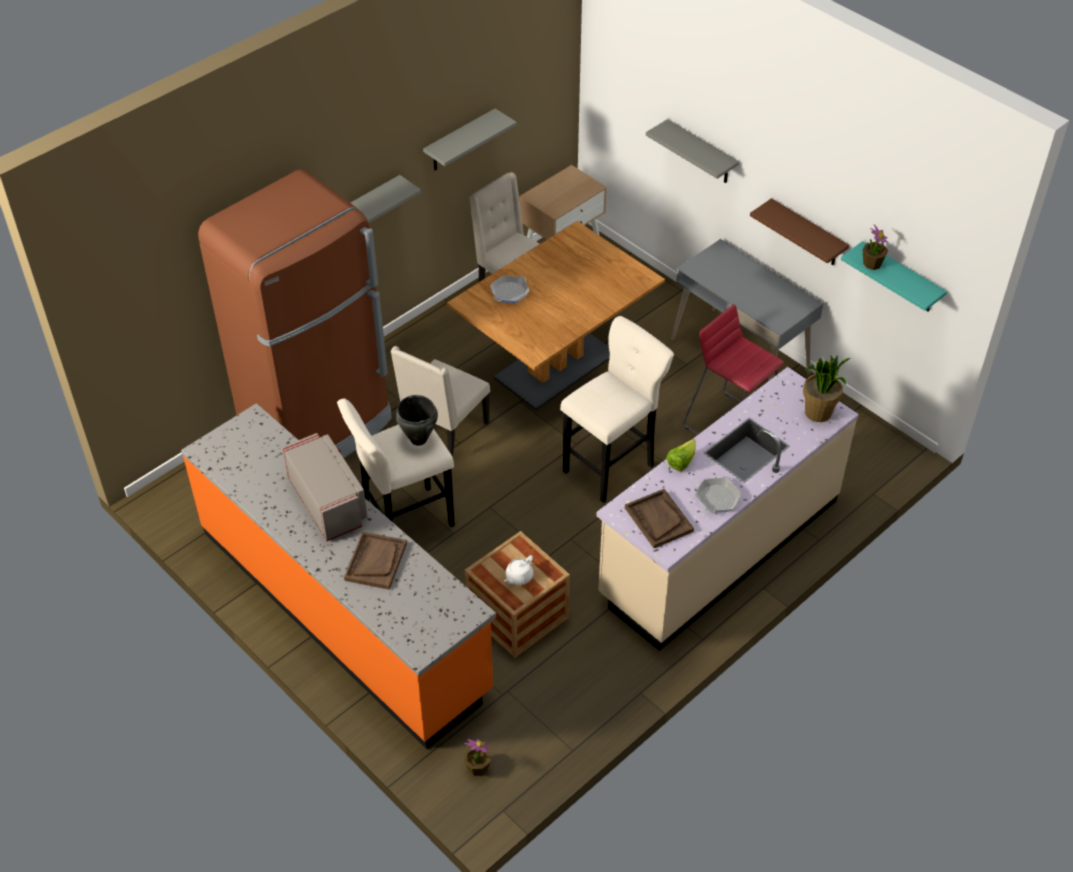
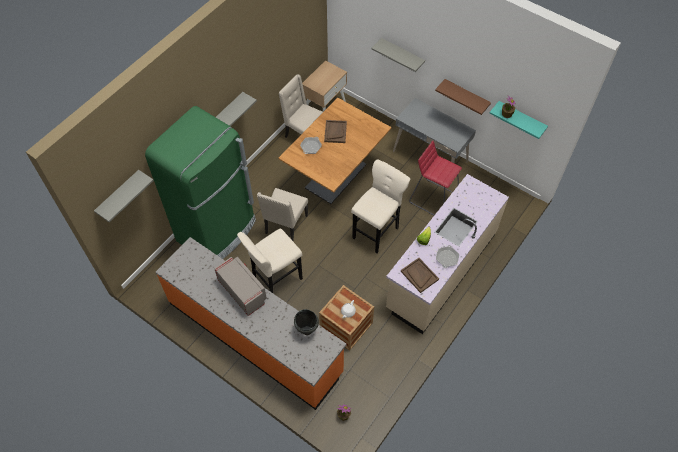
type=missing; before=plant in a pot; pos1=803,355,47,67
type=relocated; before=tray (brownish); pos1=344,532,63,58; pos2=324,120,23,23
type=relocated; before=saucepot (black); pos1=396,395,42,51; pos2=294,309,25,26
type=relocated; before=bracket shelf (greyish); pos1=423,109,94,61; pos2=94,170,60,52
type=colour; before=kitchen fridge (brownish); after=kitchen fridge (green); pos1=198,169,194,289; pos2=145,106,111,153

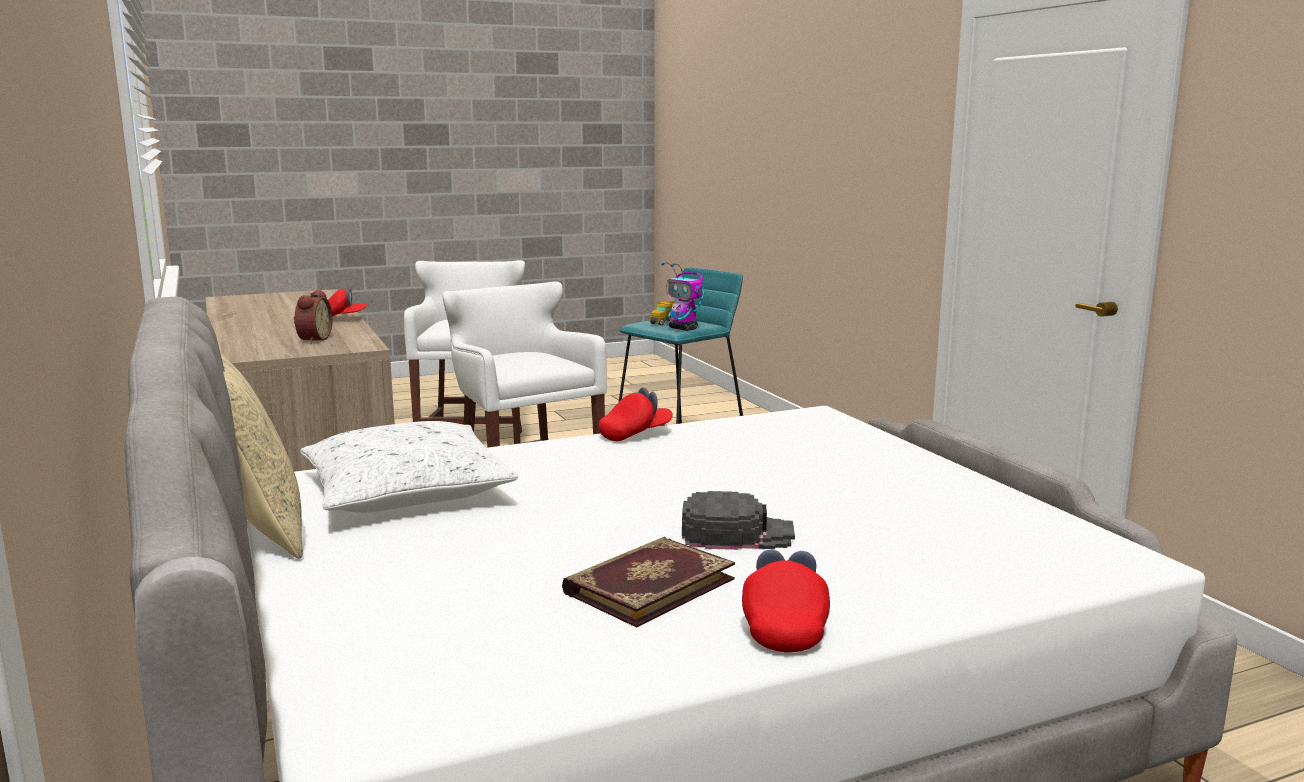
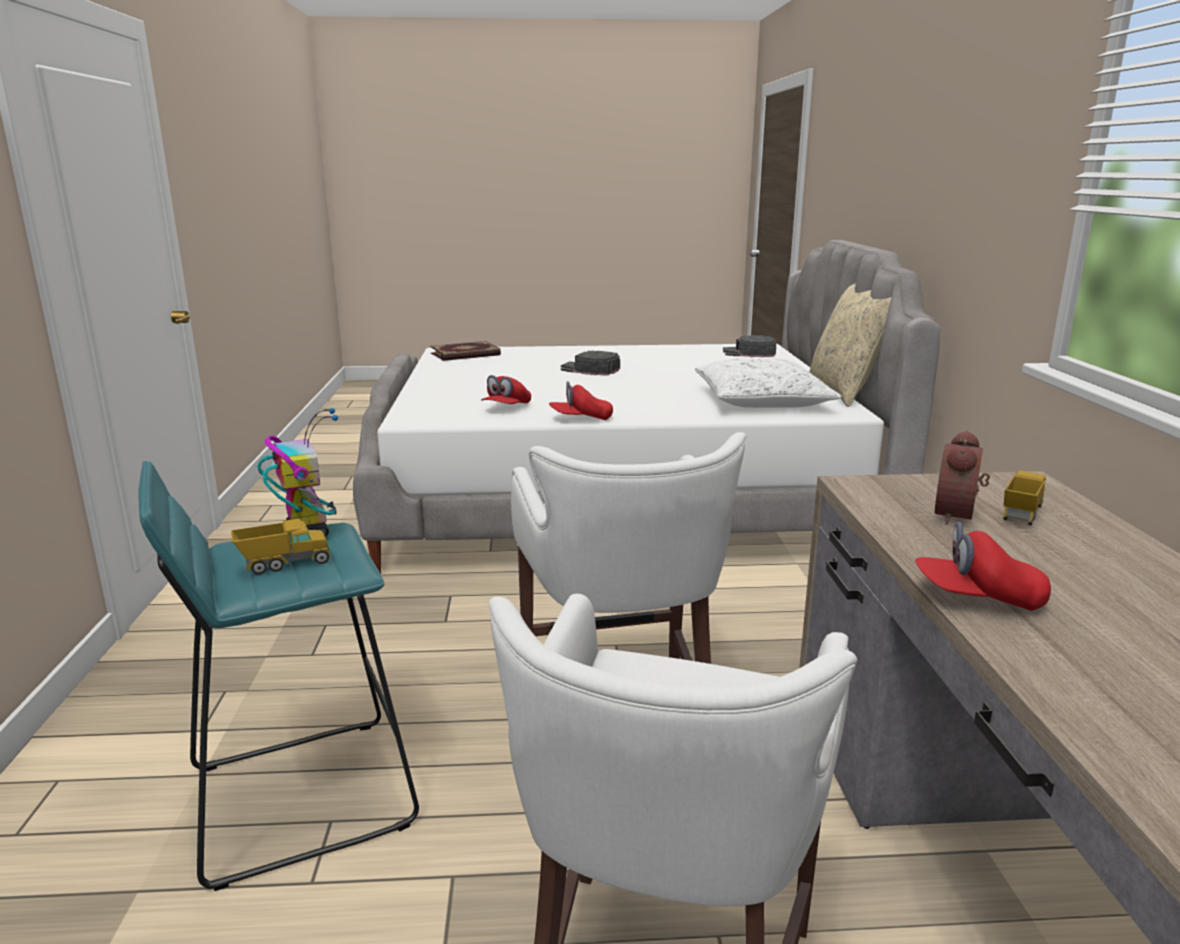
type=appeared; after=baseball cap (black); pos2=723,336,53,21
type=appeared; after=model truck; pos2=1003,470,43,55
type=relocated; before=book; pos1=562,537,173,91; pos2=430,341,71,20
type=relocated; before=baseball cap (red); pos1=742,550,88,103; pos2=481,375,50,29

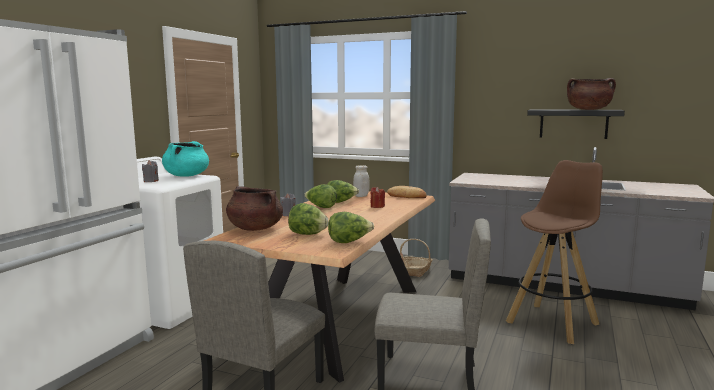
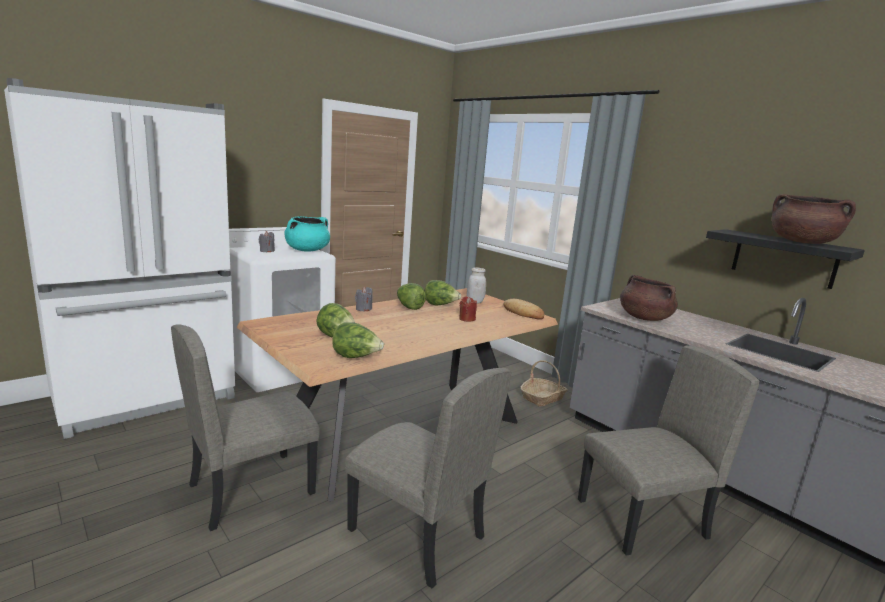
type=relocated; before=saucepot (brownish); pos1=226,186,57,45; pos2=620,275,58,46
type=exchanged; before=sitting stool (brownish); after=chair (sand-coloured); pos1=506,160,97,184; pos2=578,346,182,210

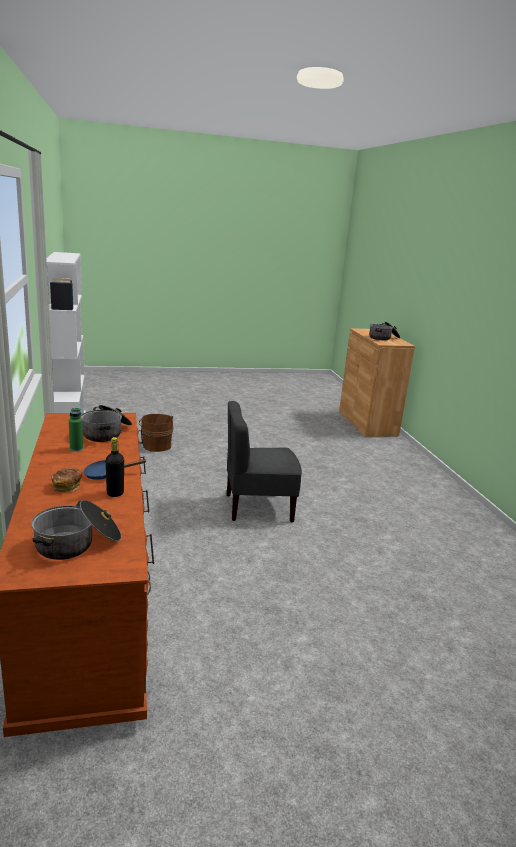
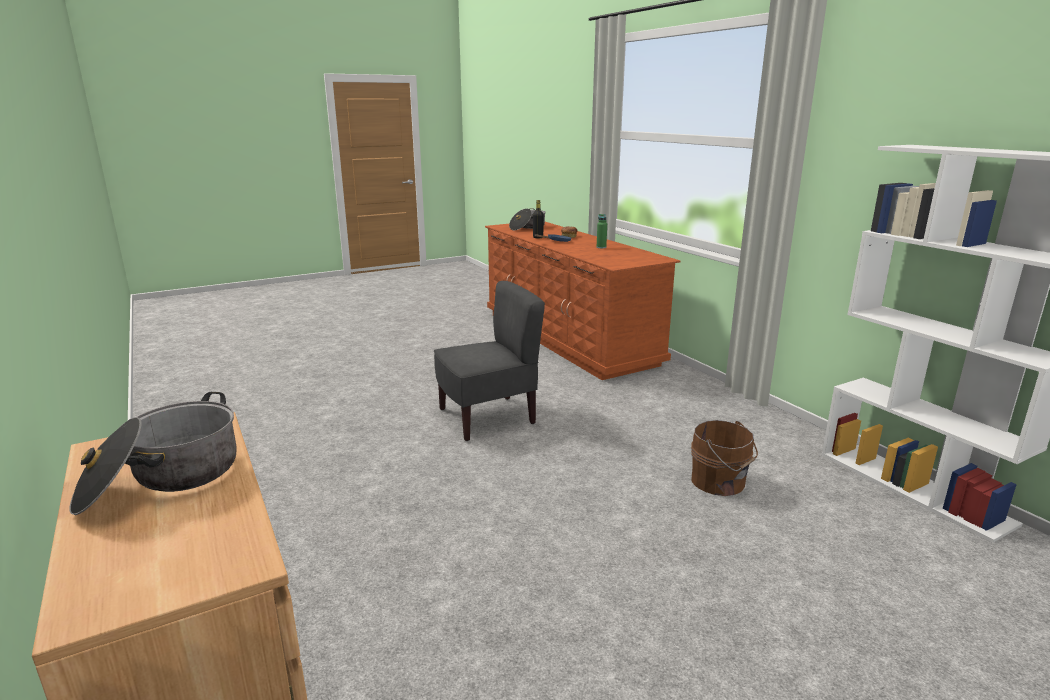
type=missing; before=saucepot; pos1=81,405,51,37

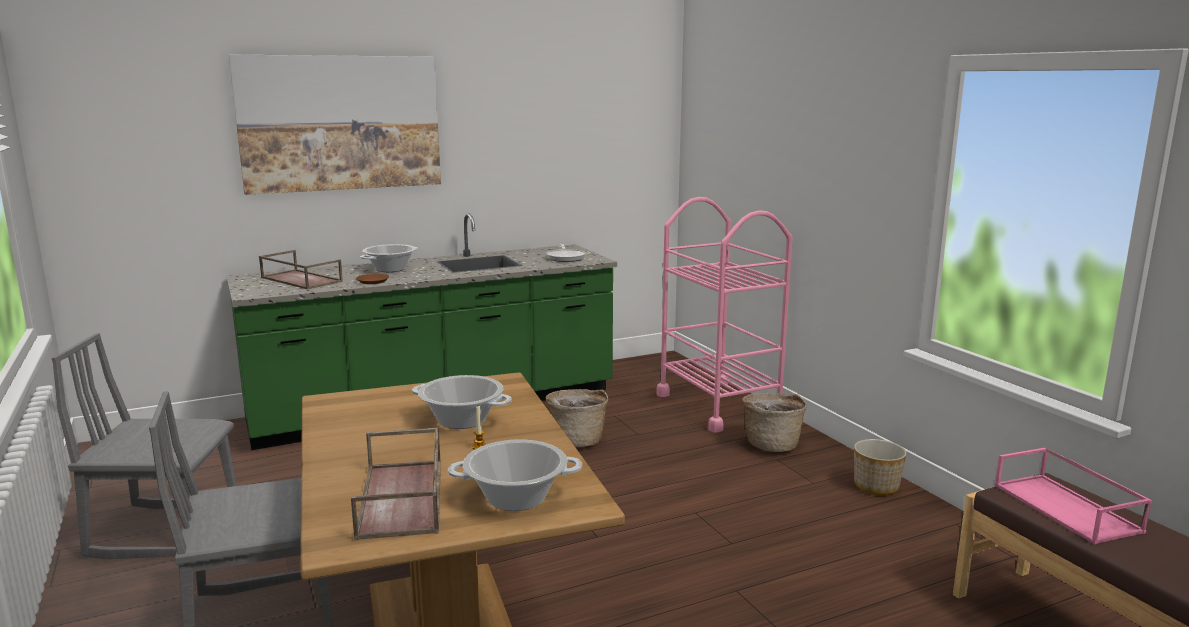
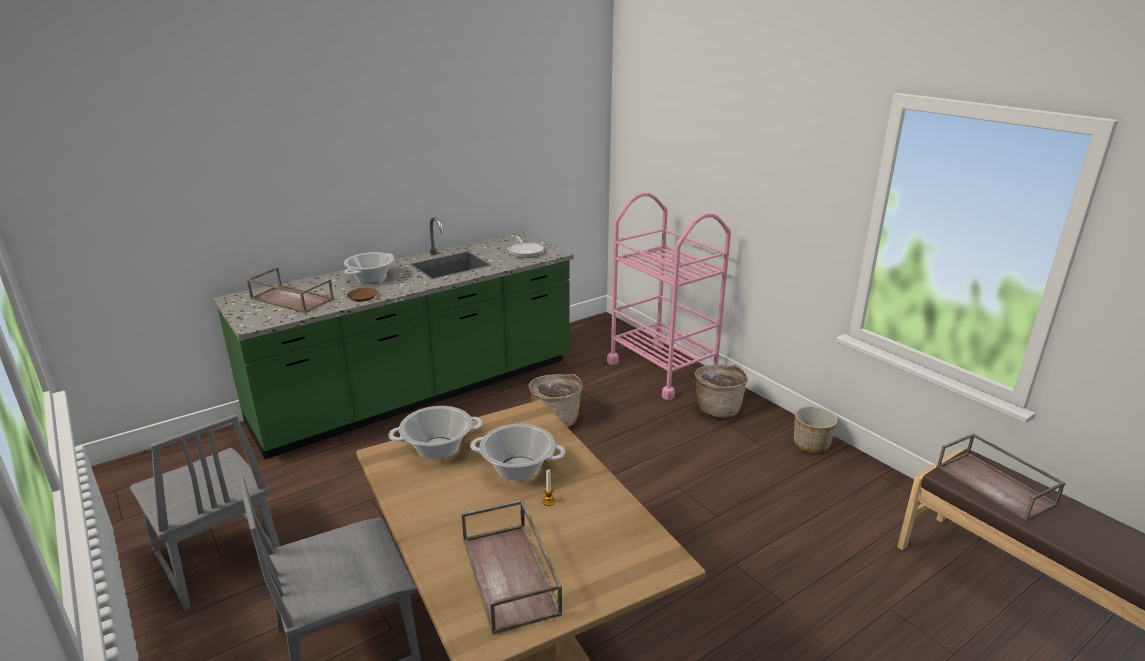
type=missing; before=wall picture; pos1=229,55,212,140
type=relocated; before=saucepot; pos1=448,440,134,71; pos2=388,406,95,53
type=colour; before=tray (pinkish); after=tray (brownish); pos1=995,447,157,97; pos2=936,433,130,89
type=spun; before=chair (greyish); pos1=52,333,184,226; pos2=130,414,150,196; turn=-120

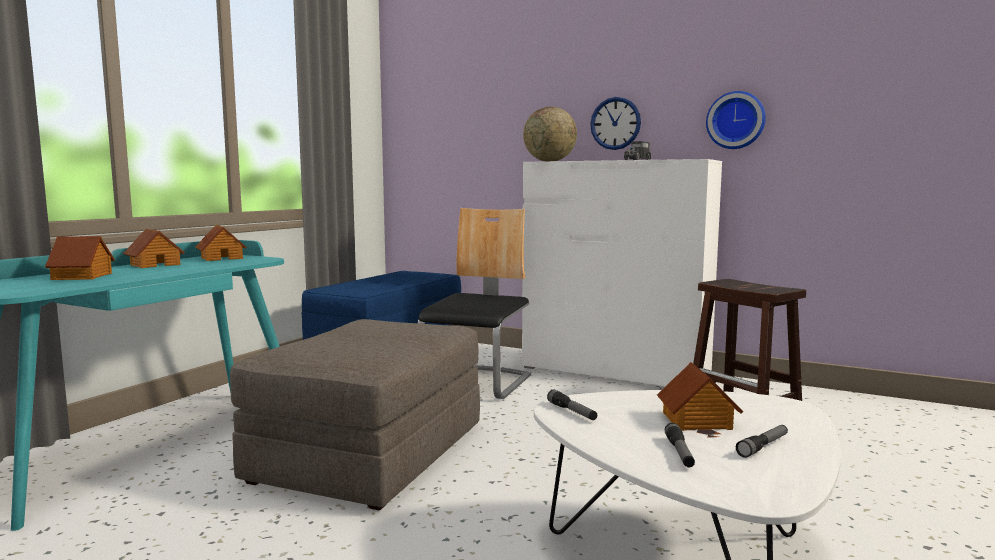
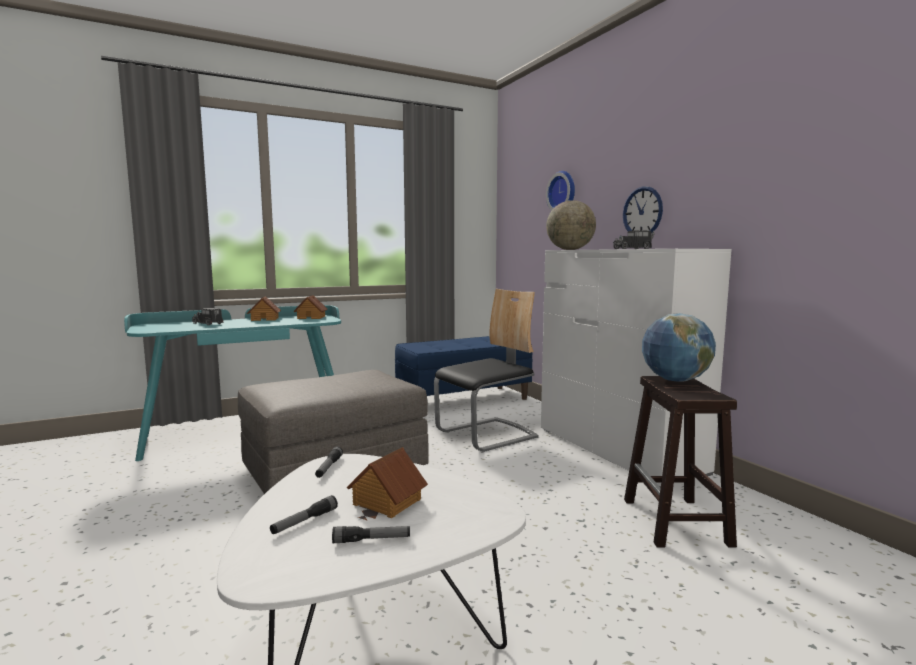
type=appeared; after=world globe; pos2=642,313,74,69
type=relocated; before=hanging clock; pos1=706,91,60,58; pos2=546,171,29,39
type=exchanged; before=toy house; after=model truck; pos1=45,236,70,44; pos2=192,308,31,17

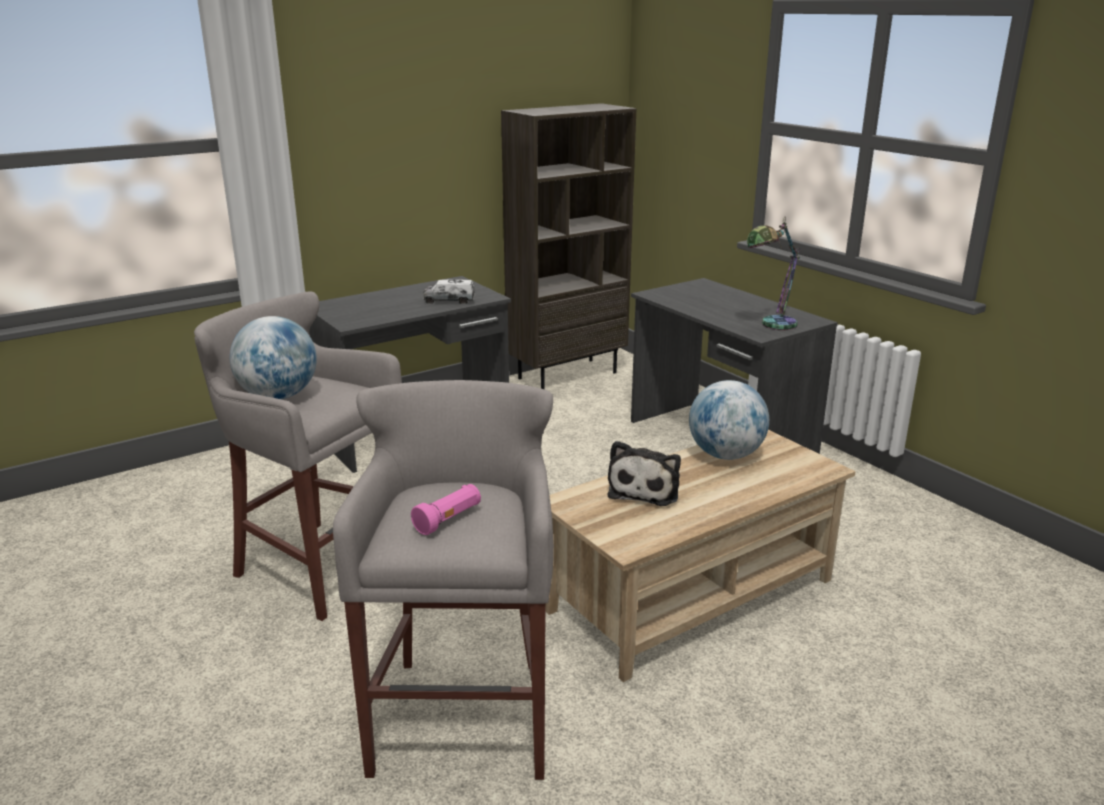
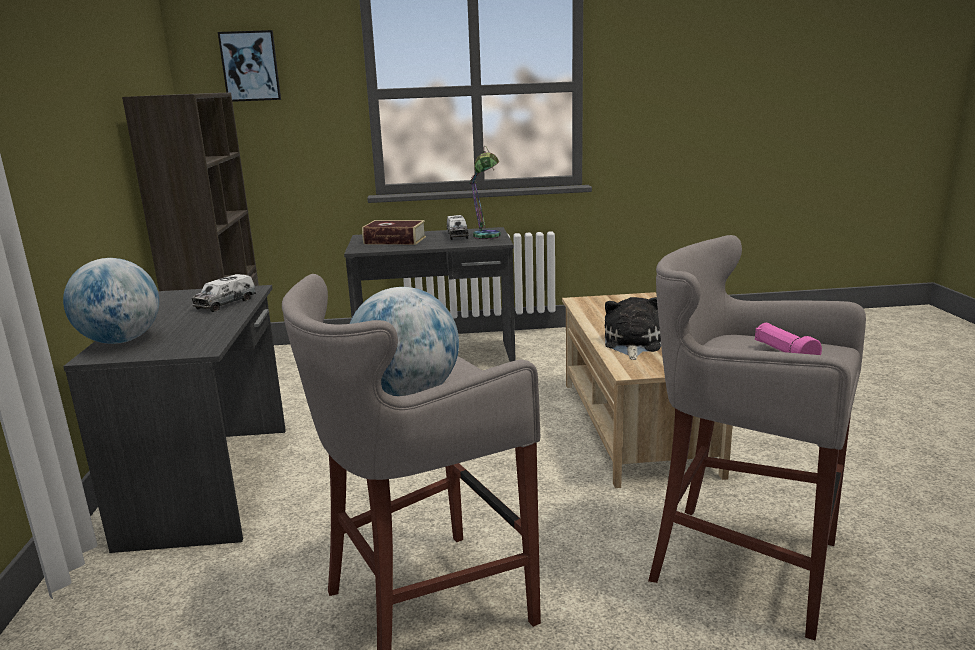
type=appeared; after=wall picture; pos2=218,30,63,72
type=appeared; after=book; pos2=362,220,64,25
type=appeared; after=model truck; pos2=447,215,22,25
type=relocated; before=world globe; pos1=689,380,80,80; pos2=63,258,96,86
type=spun; before=cuddly toy; pos1=608,441,73,65; pos2=605,297,56,63; turn=-120

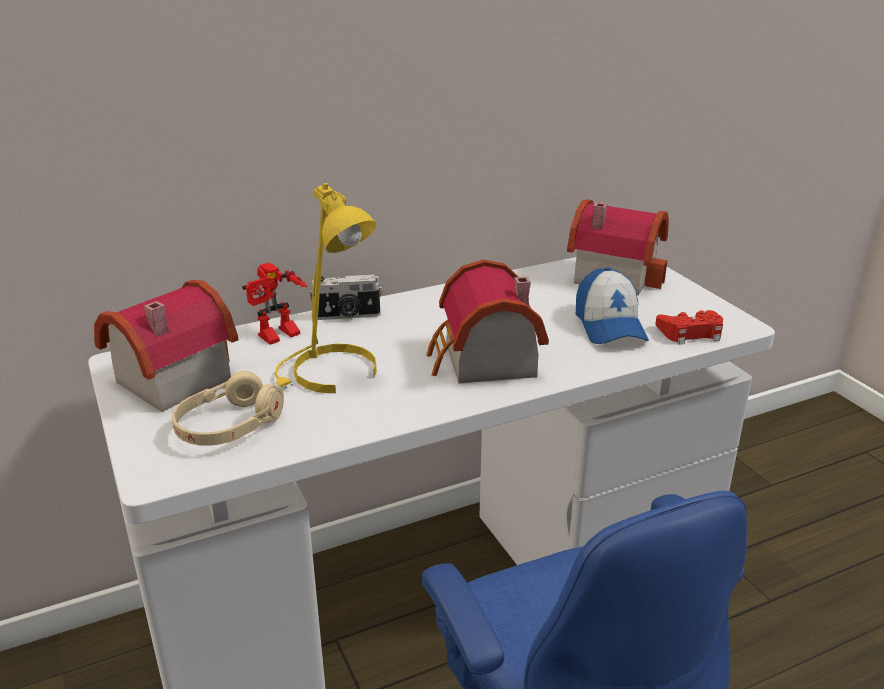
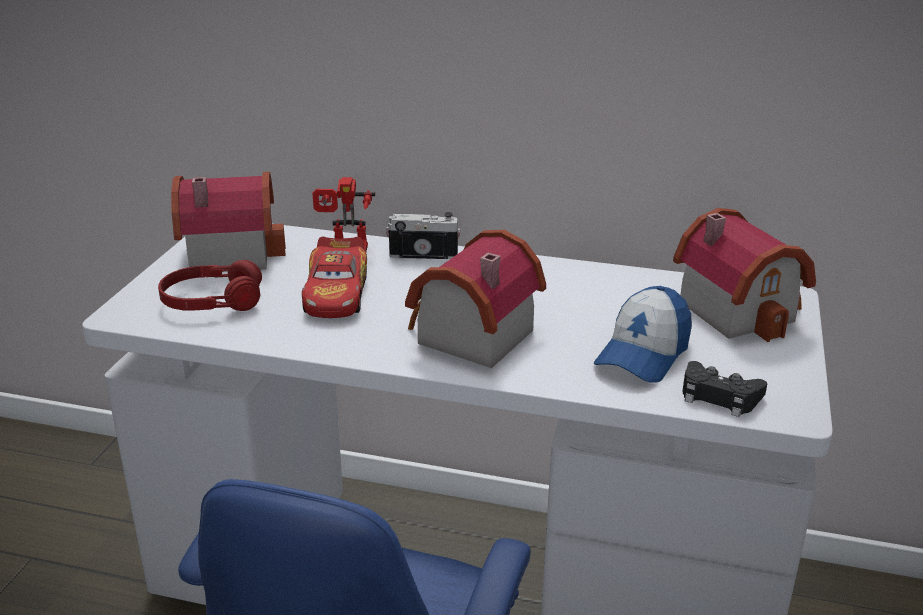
type=exchanged; before=table lamp (yellowish); after=model car; pos1=274,183,103,210; pos2=302,237,65,81
type=colour; before=headset (sand-coloured); after=headset (red); pos1=172,371,112,75; pos2=158,260,104,51
type=colour; before=joypad (red); after=joypad (black); pos1=655,310,68,35; pos2=682,361,85,56
type=spun; before=still camera; pos1=310,274,72,46; pos2=386,212,75,47; turn=150

